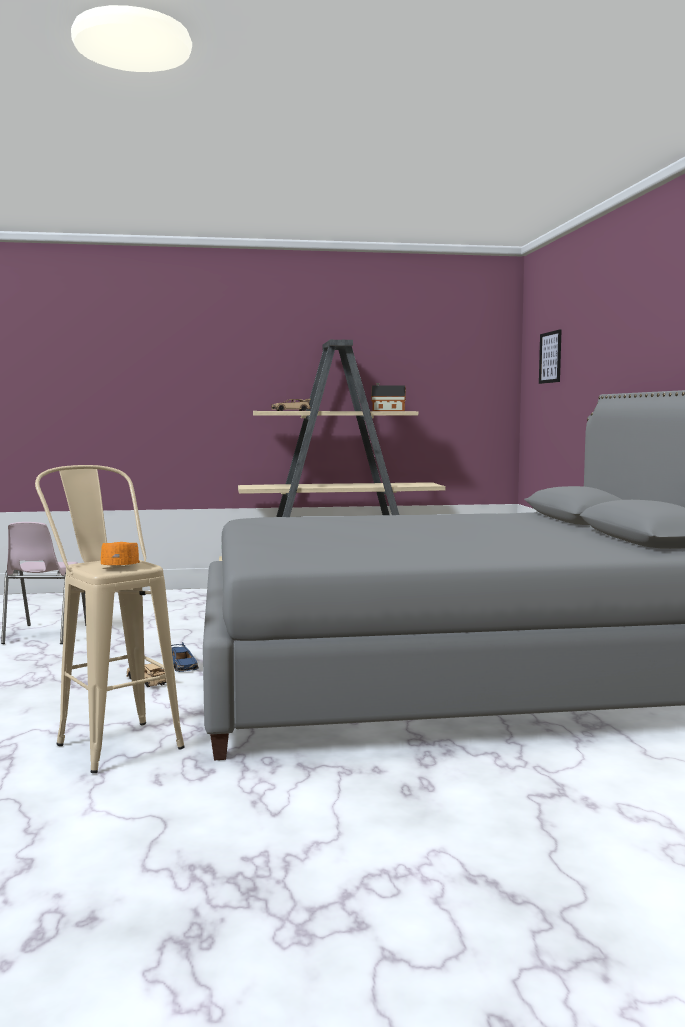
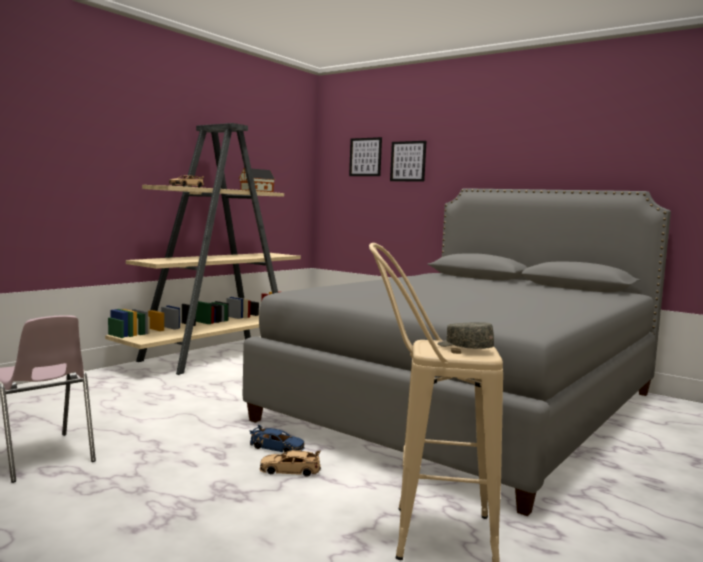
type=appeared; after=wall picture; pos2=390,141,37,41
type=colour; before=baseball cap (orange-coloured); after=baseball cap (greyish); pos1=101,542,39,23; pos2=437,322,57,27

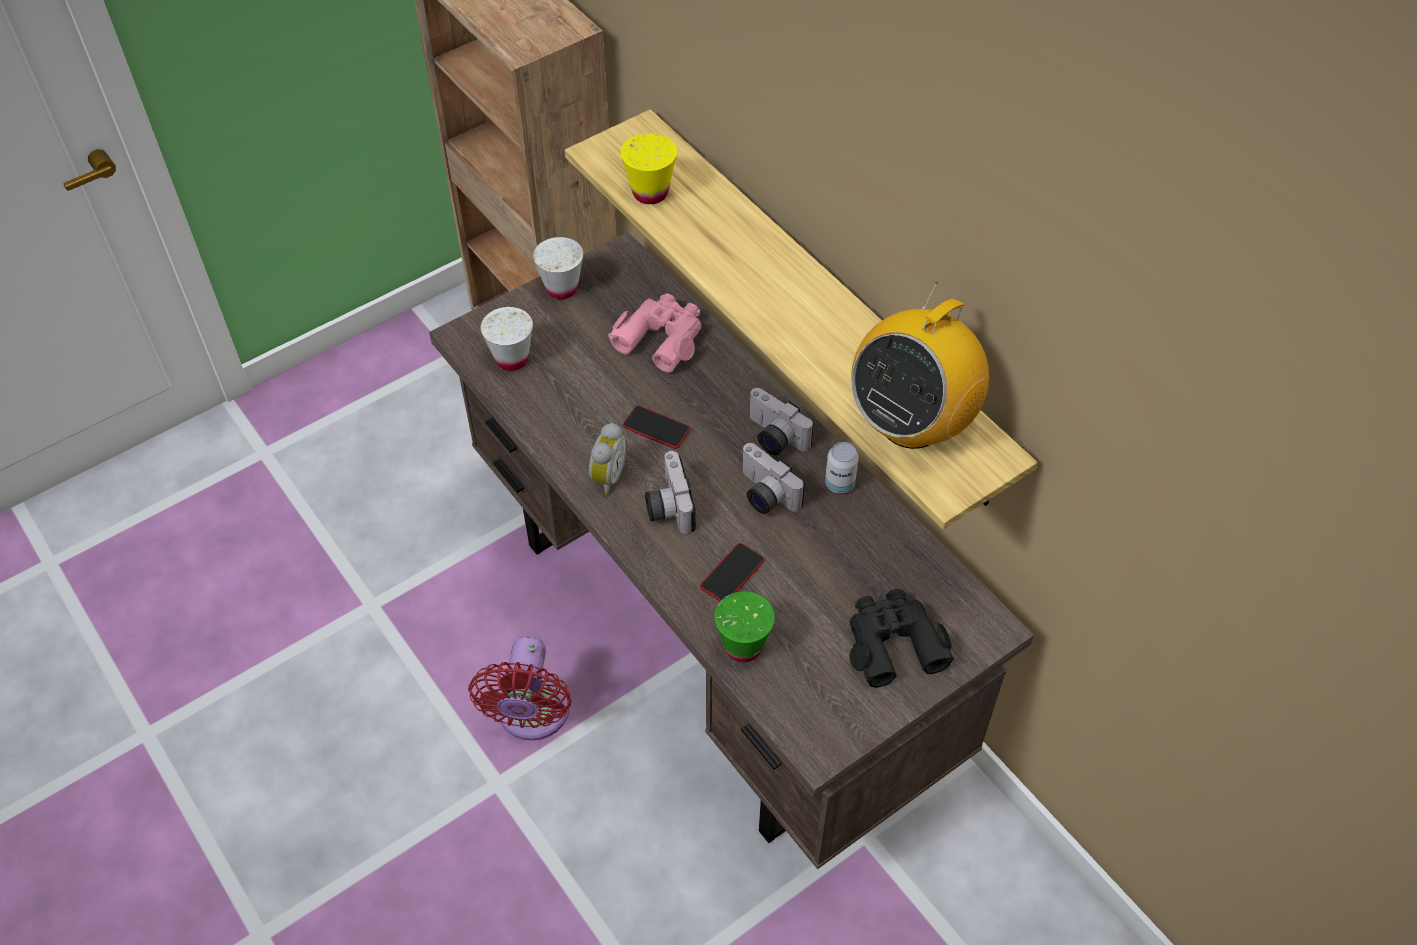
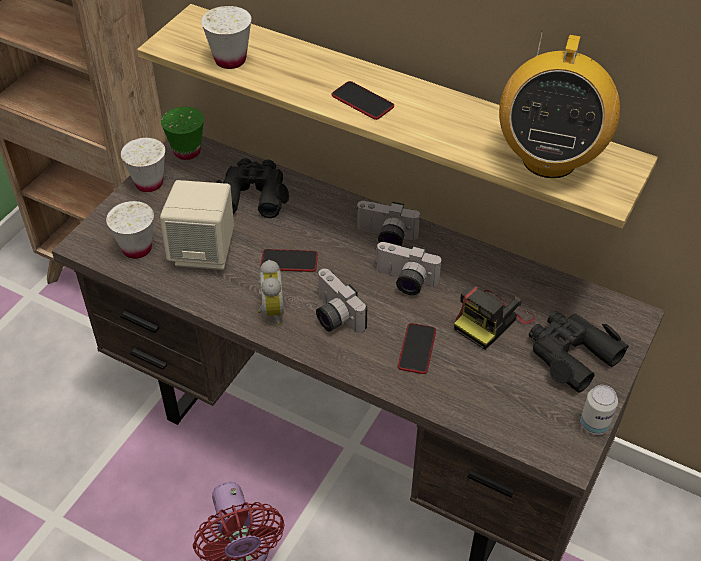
type=appeared; after=loudspeaker (sand-coloured); pos2=160,180,74,90
type=appeared; after=telephone; pos2=331,81,63,39
type=appeared; after=still camera; pos2=454,285,81,65
type=relocated; before=small cup (green); pos1=714,591,61,71; pos2=161,107,43,53
type=relocated; before=sealed can; pos1=825,442,34,51; pos2=580,385,38,50
type=colour; before=binoculars (pinkish); after=binoculars (black); pos1=608,293,93,80; pos2=216,158,73,60
type=colour; before=small cup (yellowish); after=small cup (white); pos1=620,133,57,71; pos2=201,6,51,63

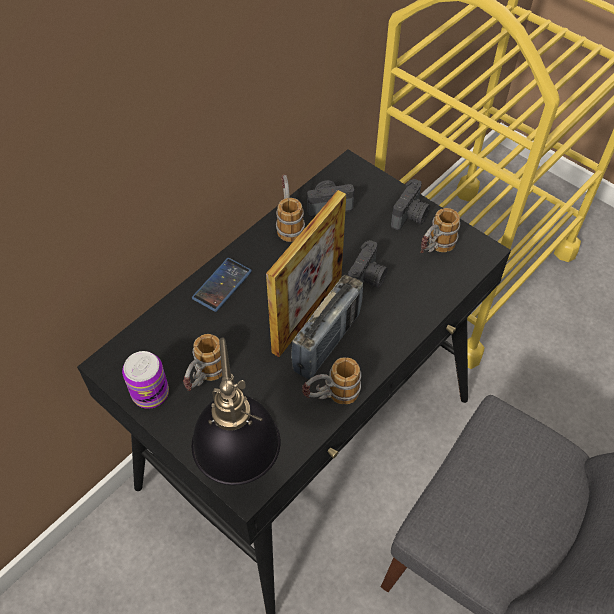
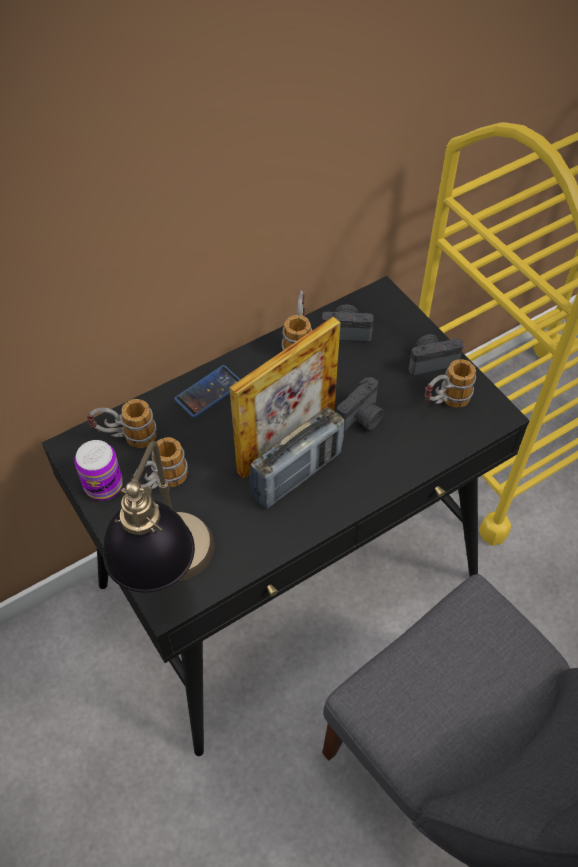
type=relocated; before=mug; pos1=302,357,59,47; pos2=87,399,70,49
type=spun; before=still camera; pos1=391,179,39,51; pos2=408,334,56,42; turn=-150

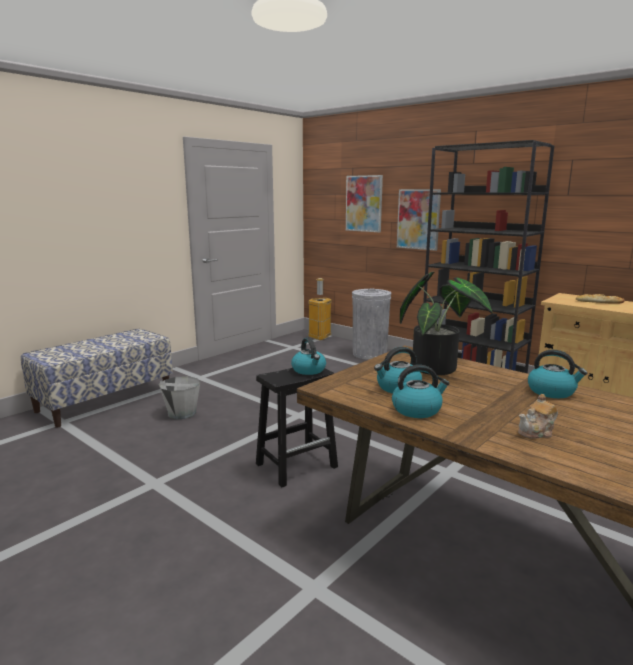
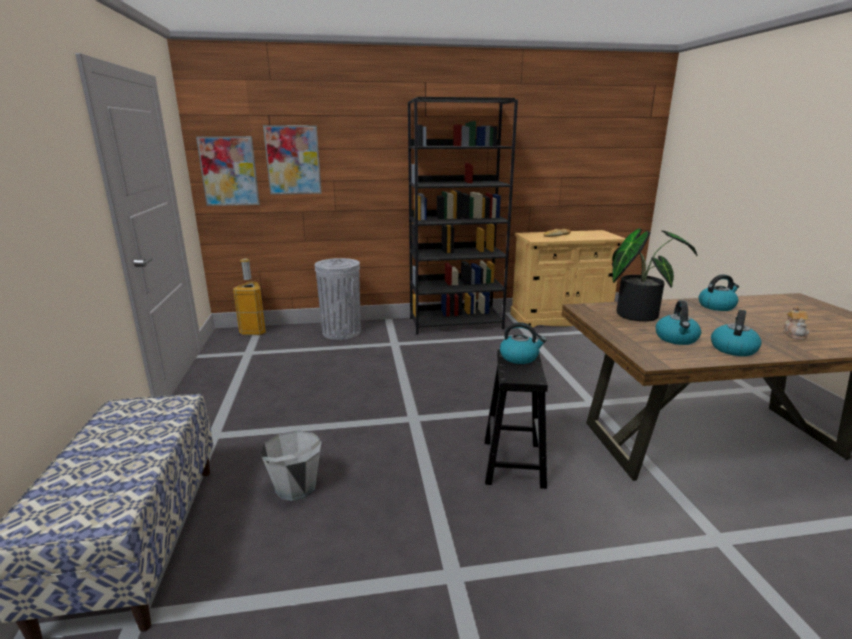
type=relocated; before=wall picture; pos1=397,189,44,62; pos2=196,136,64,70

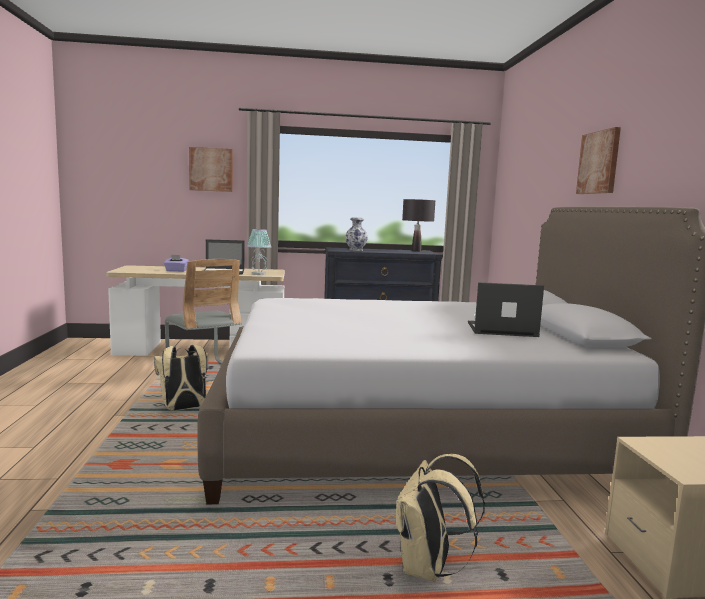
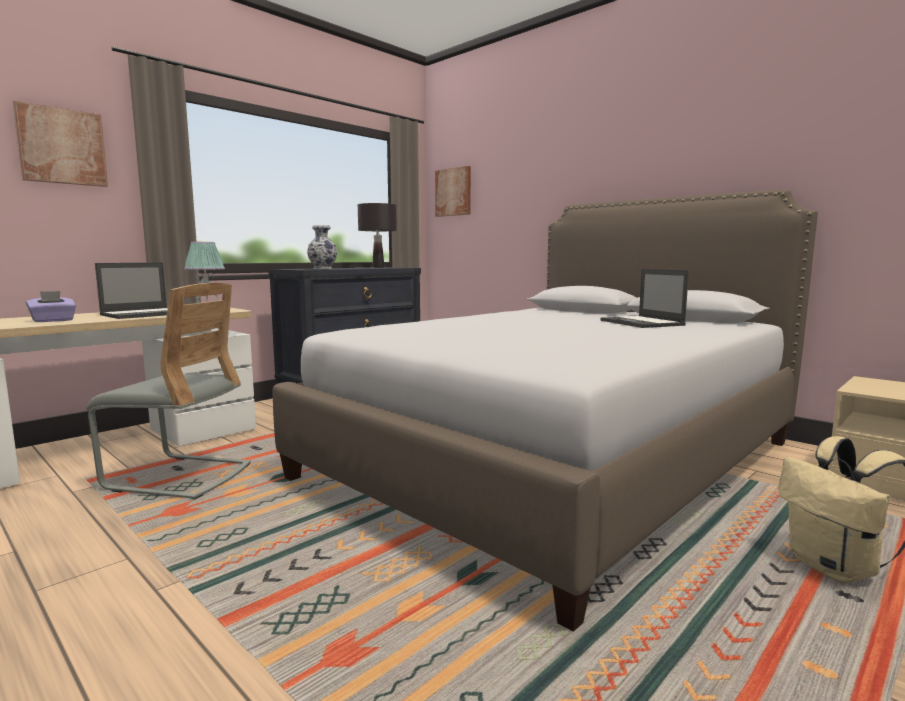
type=missing; before=rucksack (sand-coloured); pos1=154,345,54,66
type=relocated; before=wall picture; pos1=576,127,45,67; pos2=435,166,36,51
type=spun; before=notebook computer; pos1=468,282,76,55; pos2=600,269,89,59; turn=-75

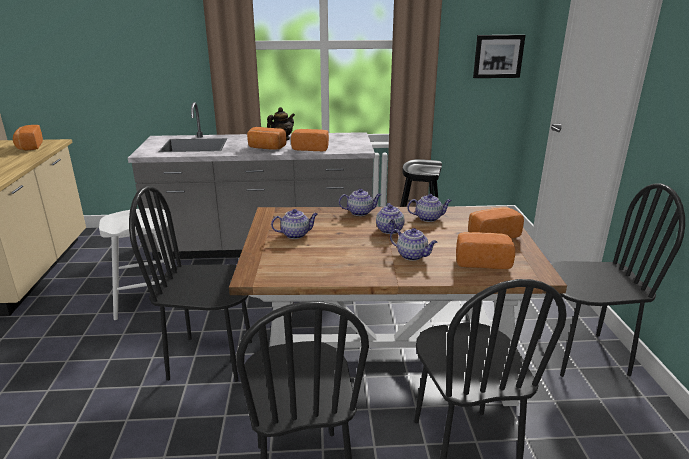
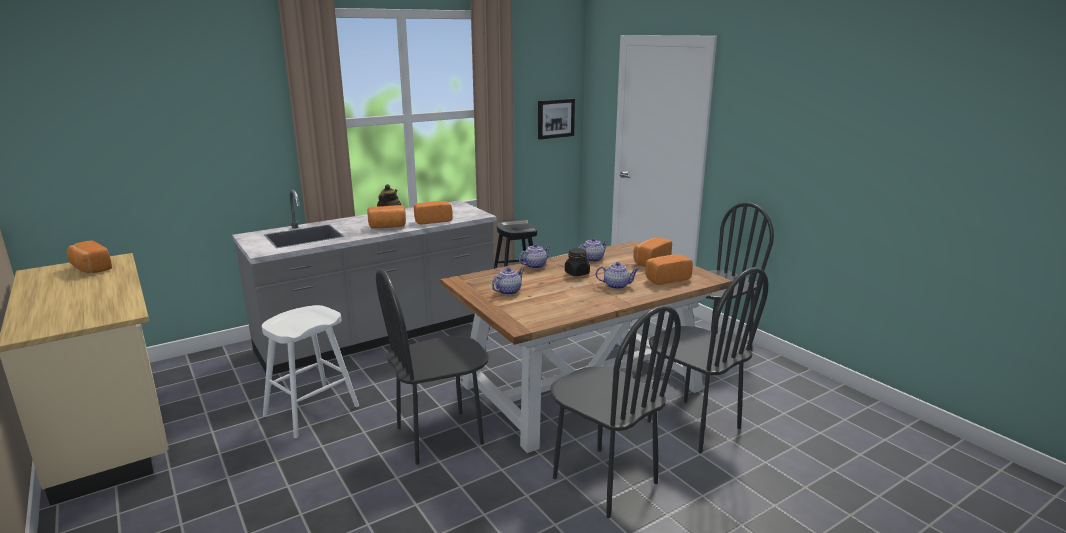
type=exchanged; before=tea pot; after=jar (black); pos1=376,203,28,31; pos2=565,248,25,28

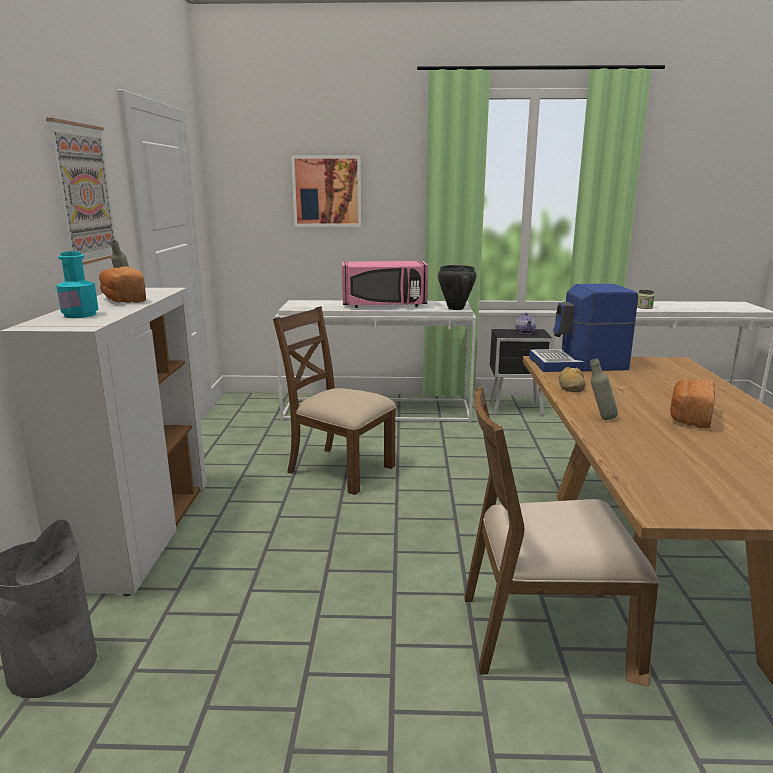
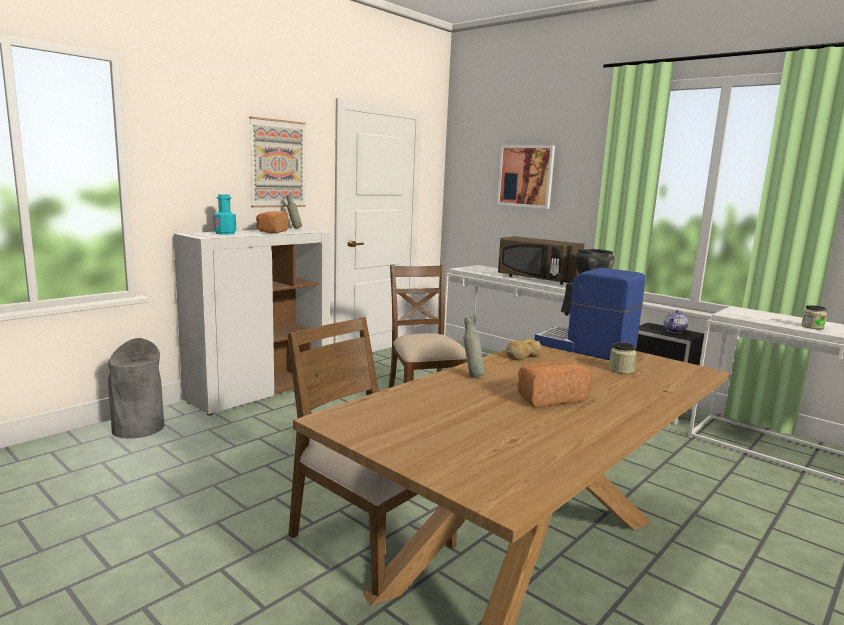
type=appeared; after=jar; pos2=609,342,28,32
type=colour; before=microwave (pinkish); after=microwave (brownish); pos1=342,261,86,47; pos2=498,236,86,48

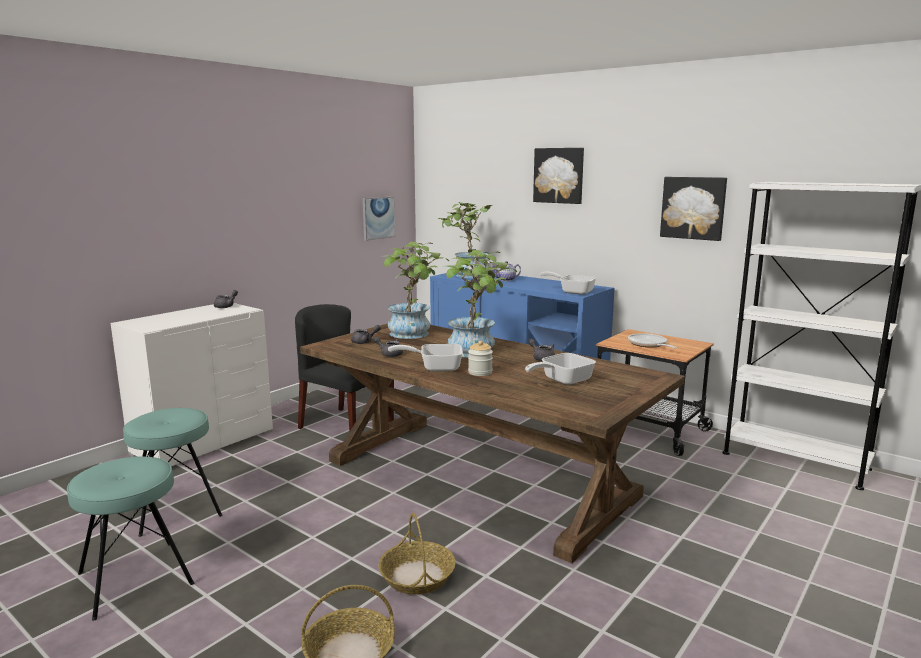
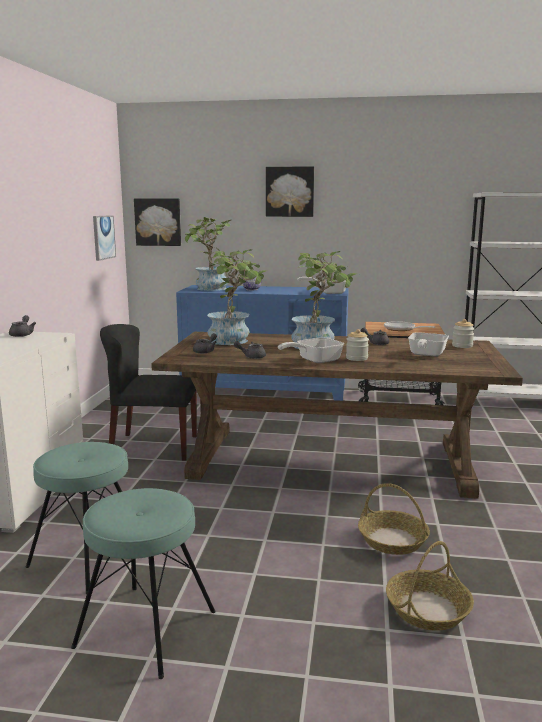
type=appeared; after=jar; pos2=452,319,22,29
type=relocated; before=wall picture; pos1=660,177,67,64; pos2=134,199,47,47

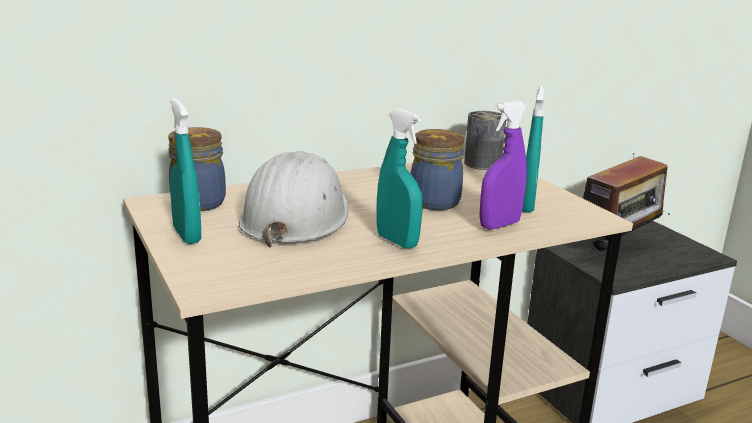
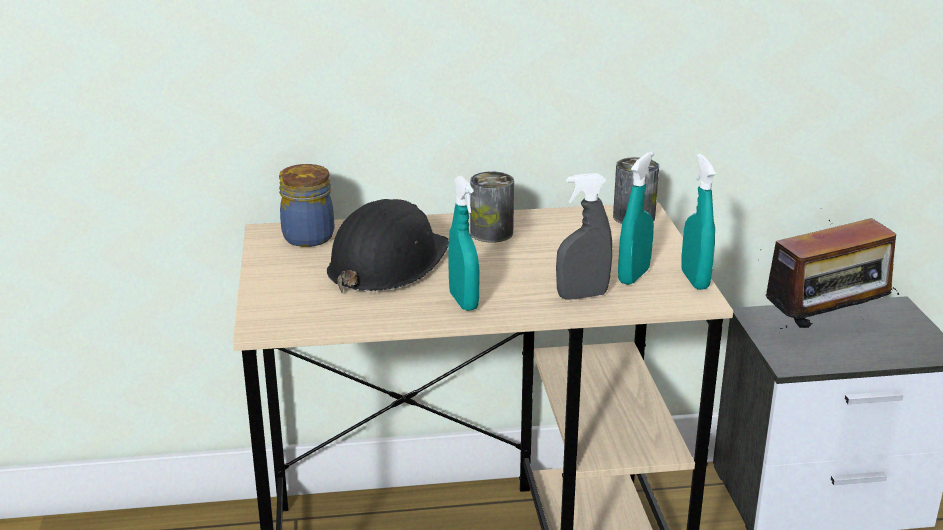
type=missing; before=jar; pos1=411,129,53,81
type=appeared; after=sealed can; pos2=470,172,44,71
type=relocated; before=spray bottle (turquoise); pos1=170,98,31,146; pos2=681,154,35,136
type=colour; before=safety helmet (white); after=safety helmet (black); pos1=239,151,109,96; pos2=327,199,122,94
type=colour; before=spray bottle (purplish); after=spray bottle (greyish); pos1=479,101,48,129; pos2=556,173,56,127

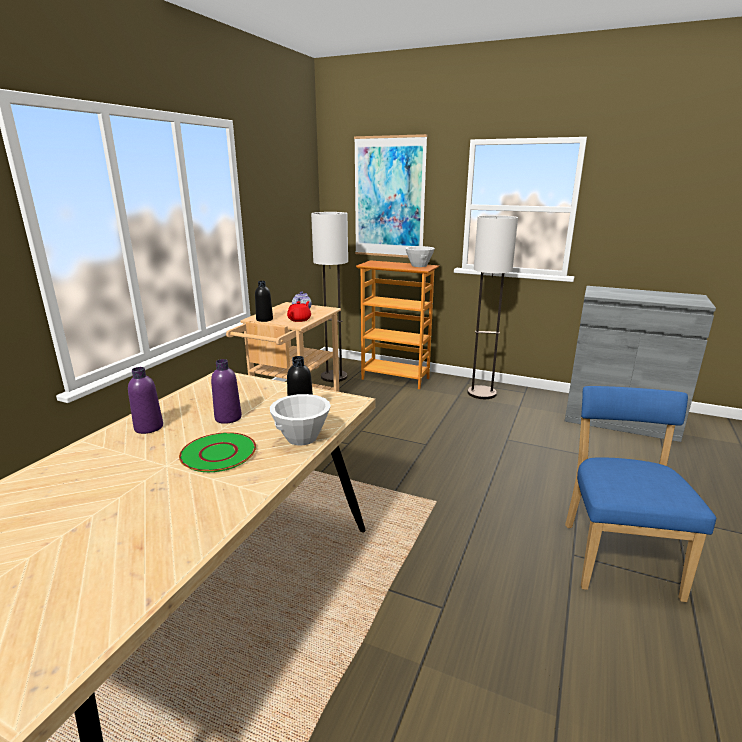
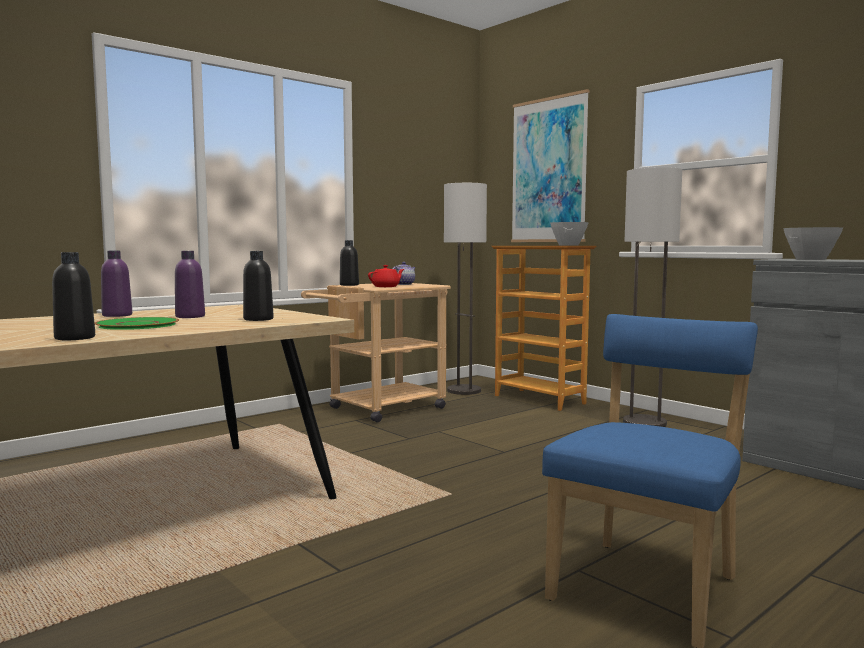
type=appeared; after=drink bottle (black); pos2=52,252,43,88
type=relocated; before=bowl (white); pos1=270,394,61,51; pos2=783,227,60,33

